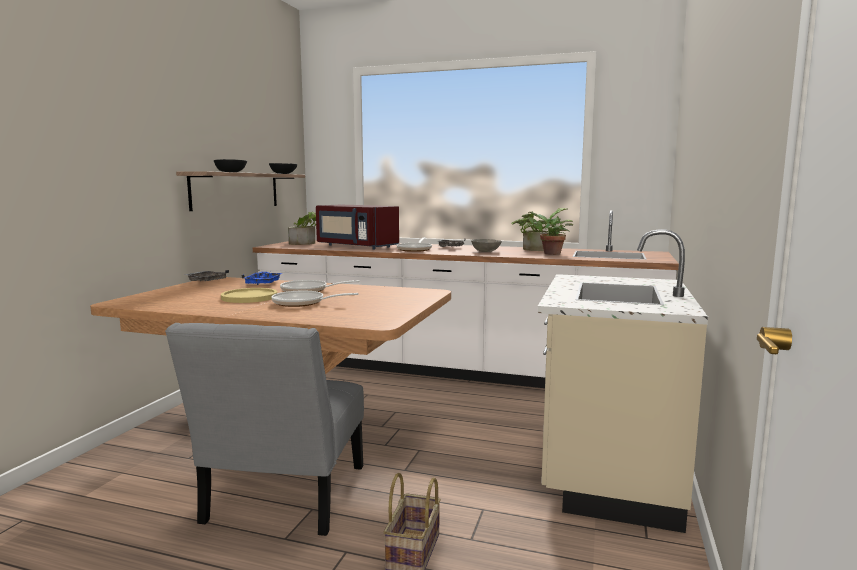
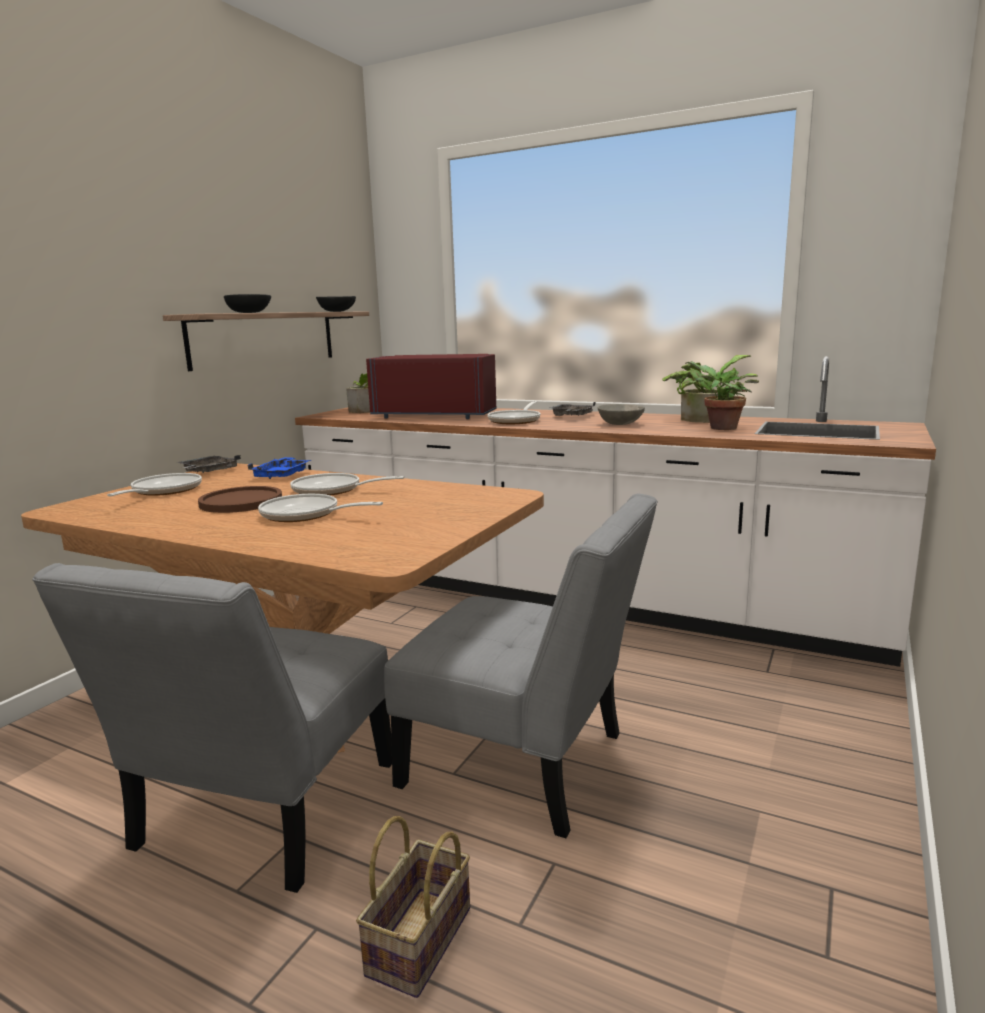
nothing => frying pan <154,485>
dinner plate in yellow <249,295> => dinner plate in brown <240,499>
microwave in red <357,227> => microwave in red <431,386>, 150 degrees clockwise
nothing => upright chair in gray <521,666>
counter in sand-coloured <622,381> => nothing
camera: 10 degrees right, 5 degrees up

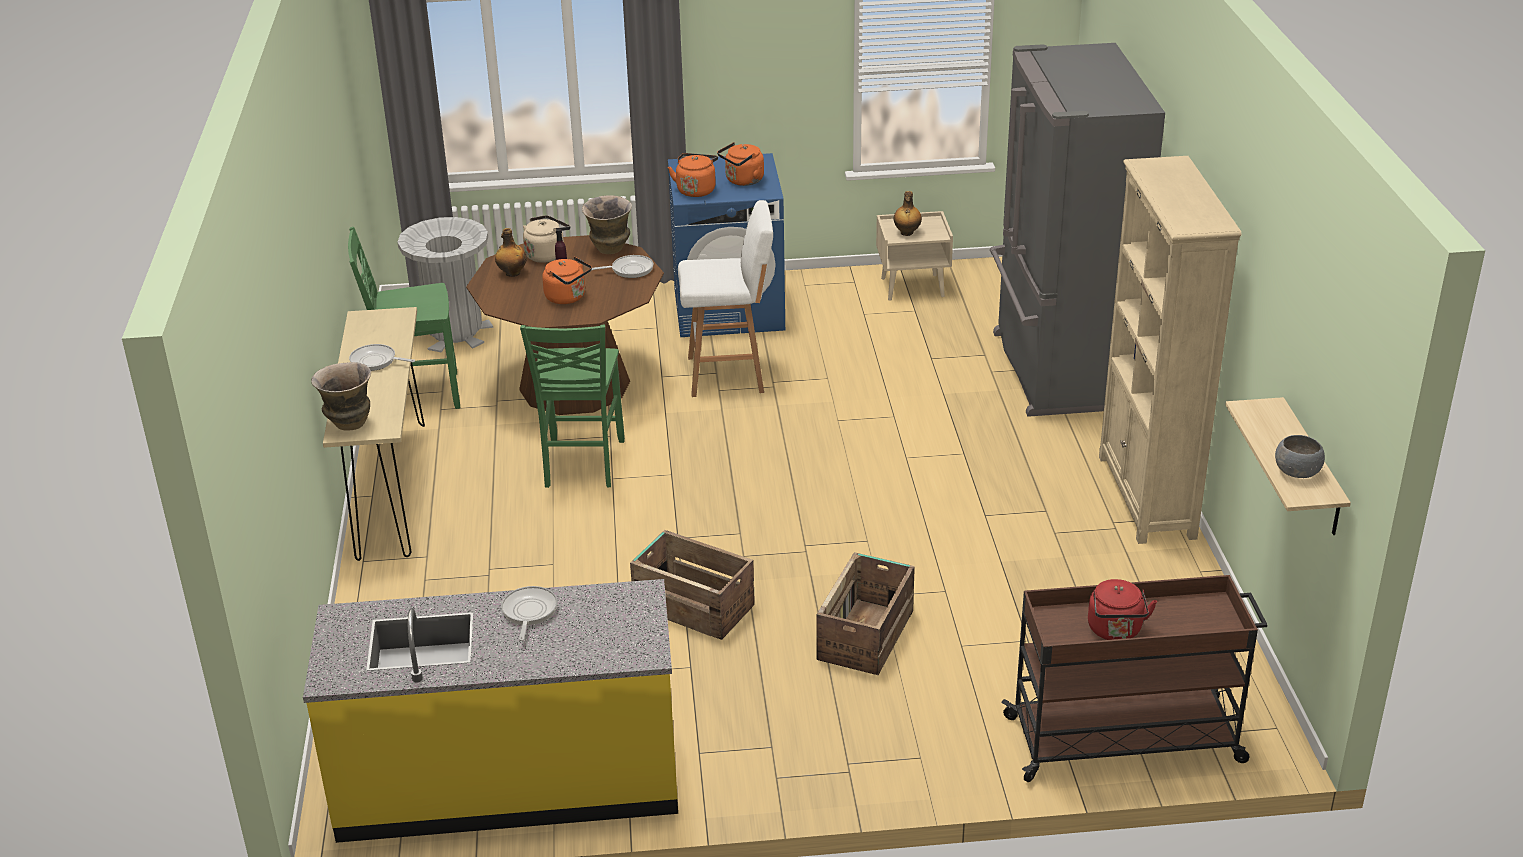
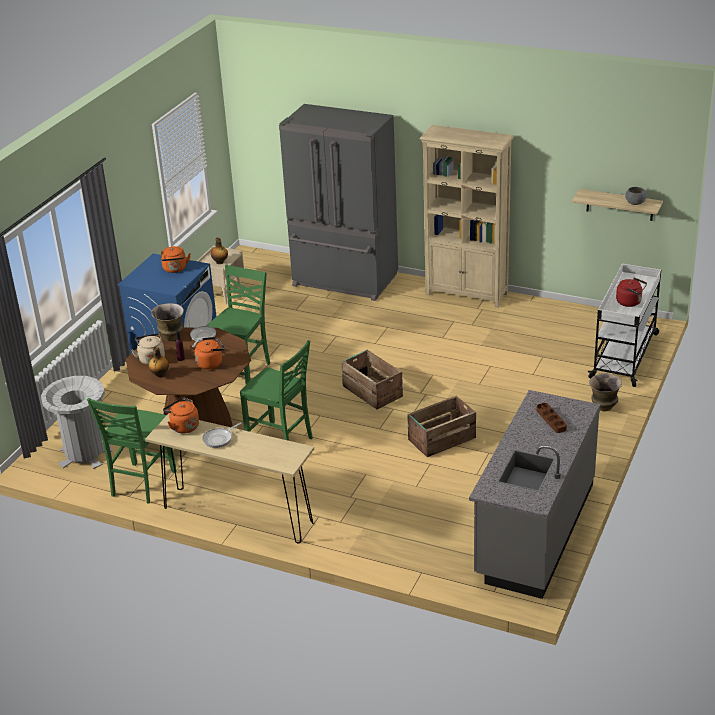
kettle in orange-coloured <693,175> => kettle in orange-coloured <181,415>, moved
stool seat in white-coloured <725,298> => upright chair in green-coloured <238,324>
crate <865,613> => crate <372,379>, moved
counter in yellow <490,711> => counter in gray <534,494>
nothing => serving tray in brown <552,418>
cart in brown <1134,678> => cart in white-coloured <624,325>
vase <341,396> => vase <605,392>, moved
frying pan <529,613> => nothing
camera: 60 degrees left, 0 degrees up

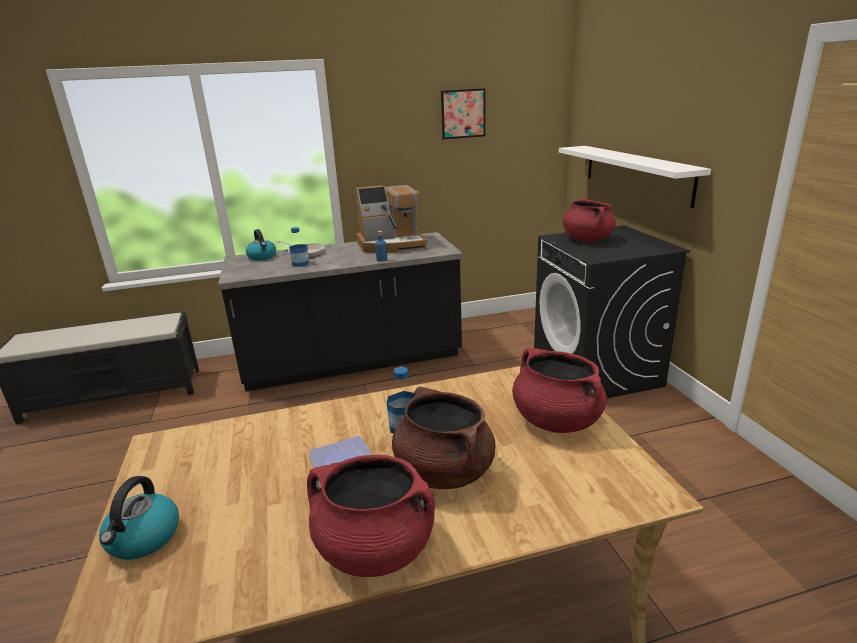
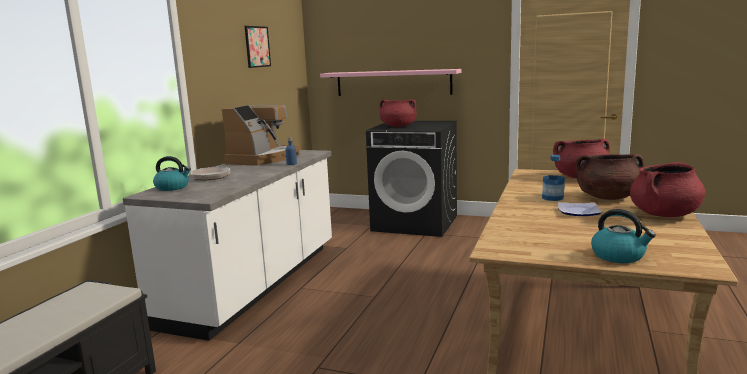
counter in black-coloured <340,311> => counter in white-coloured <227,245>
wall shelf in white-coloured <635,177> => wall shelf in pinkish <391,82>
bottle <299,247> => nothing
camera: 55 degrees left, 10 degrees down

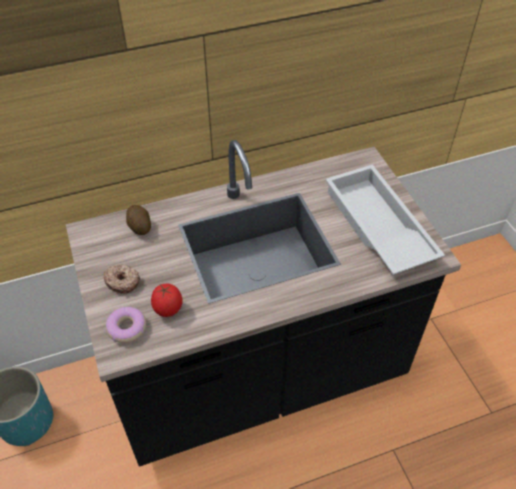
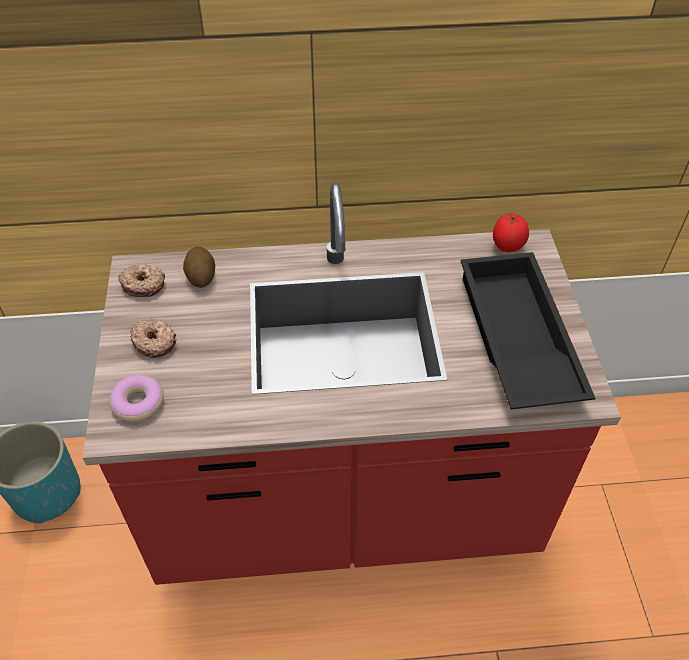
counter in black-coloured <263,303> => counter in red <352,384>
nothing => ring doughnut <141,281>
serving tray in white-coloured <385,220> => serving tray in black-coloured <528,331>
tomato <167,300> => tomato <511,232>, moved
camera: 15 degrees right, 0 degrees up

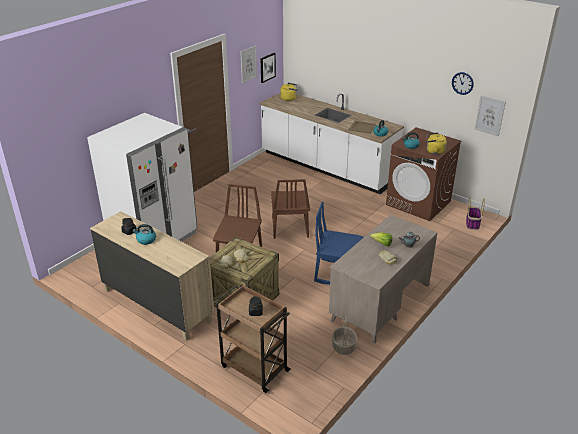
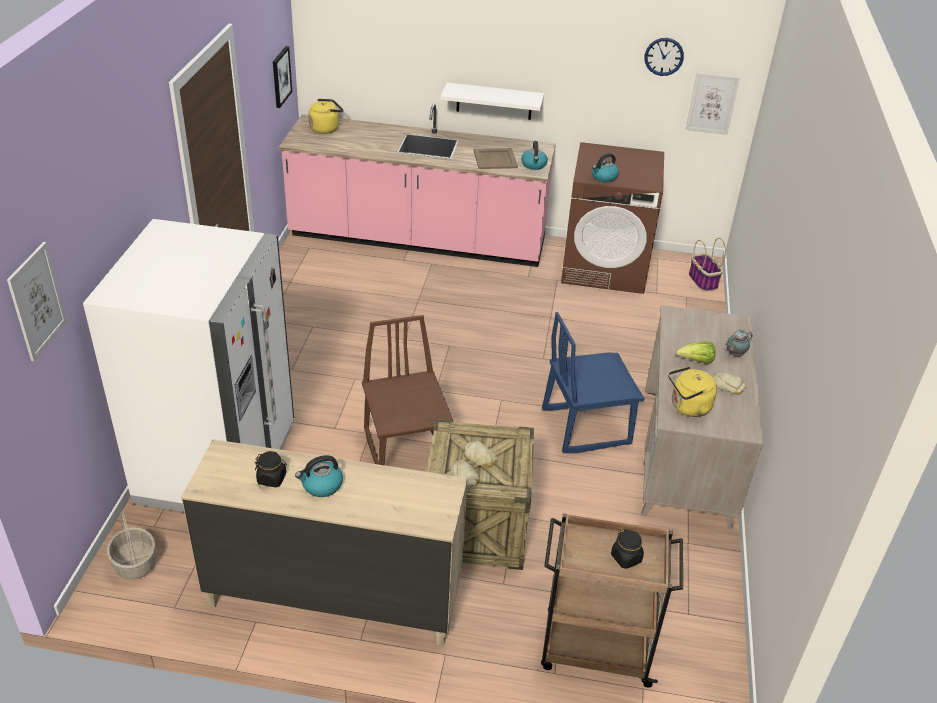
wall picture <249,64> => wall picture <37,301>, moved
basket <344,335> => basket <131,545>, moved
counter in white-coloured <331,143> => counter in pinkish <417,185>
nothing => wall shelf in white-coloured <492,101>
kettle in yellow <436,143> => kettle in yellow <692,391>, moved
upright chair in brown <290,209> => nothing
camera: 30 degrees left, 5 degrees up

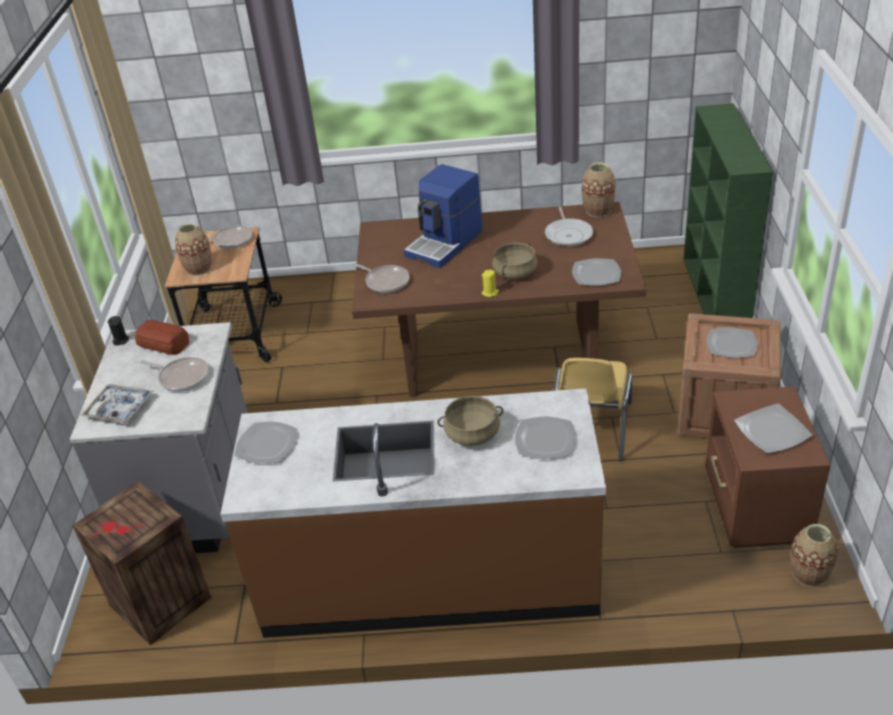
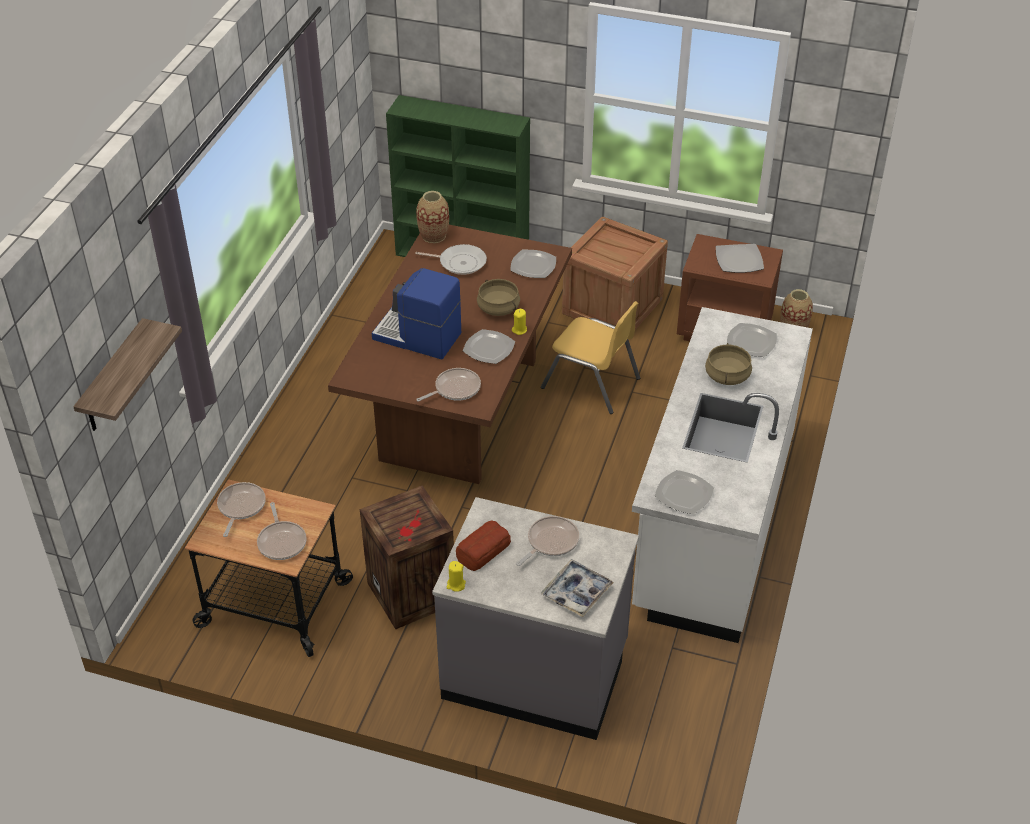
nothing => wall shelf <127,374>
vase <193,249> => frying pan <282,531>
crate <141,563> => crate <407,557>, moved
coffee maker <443,216> => coffee maker <416,314>, 150 degrees clockwise
wax candle in black-coloured <118,330> => wax candle in yellow <456,576>
dinner plate <732,342> => dinner plate <489,346>, moved
counter in brown <413,513> => counter in white-coloured <722,475>
camera: 75 degrees left, 5 degrees up

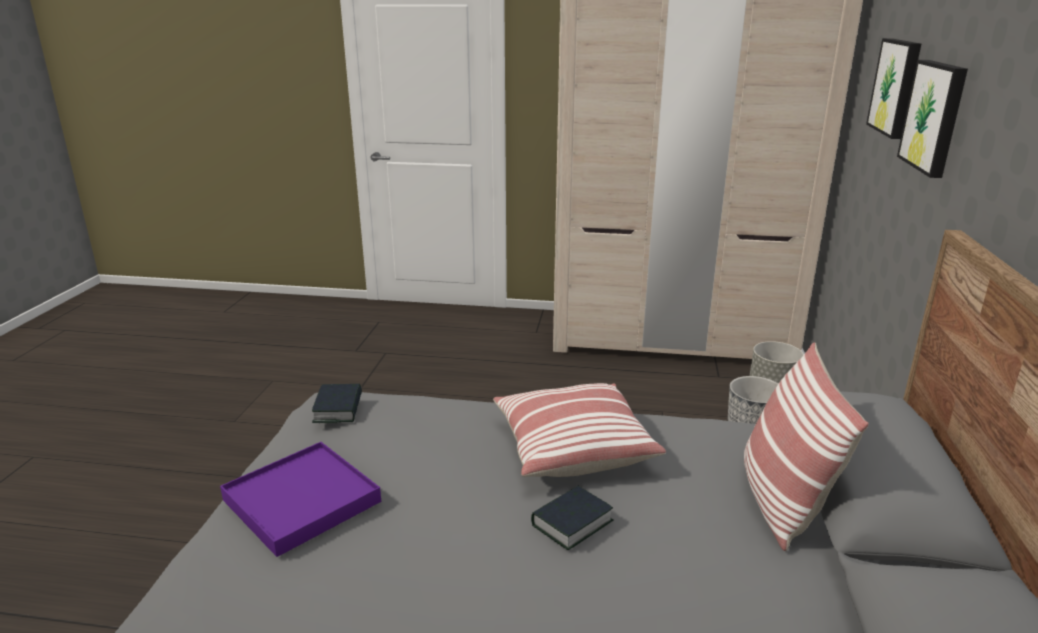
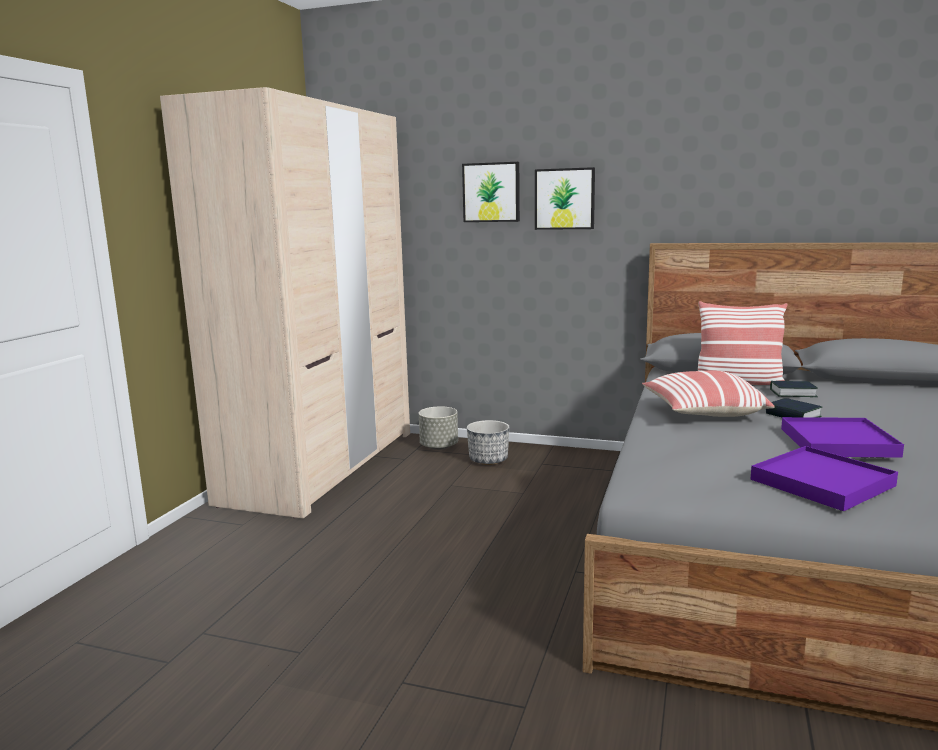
volume <337,403> => volume <794,389>, moved
nothing => serving tray in purple <842,437>
camera: 80 degrees left, 10 degrees down

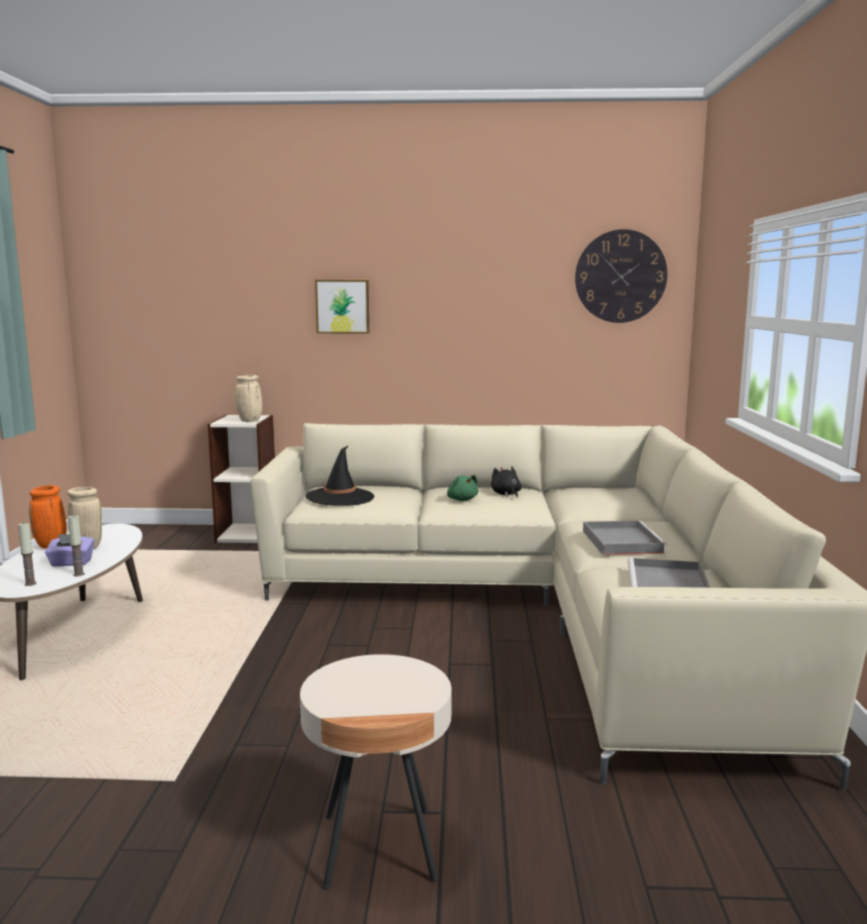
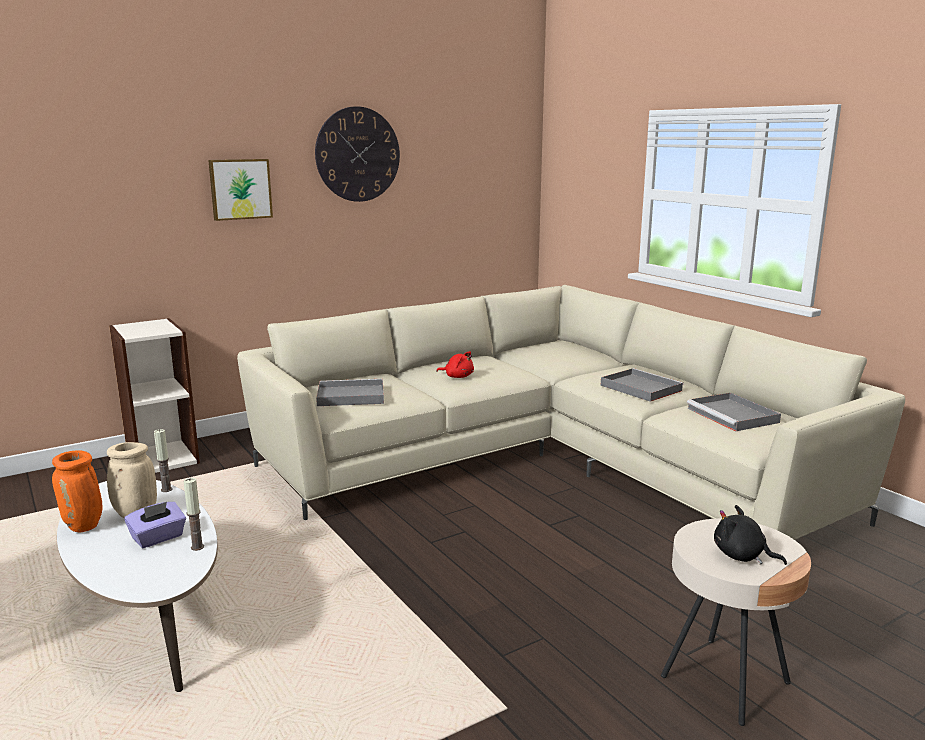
wax candle <27,554> => wax candle <163,460>, moved
hanging clock <621,276> => hanging clock <357,154>, moved
wearable hat in black-coloured <340,475> => serving tray in gray <350,392>
plush toy in green-coloured <462,488> => plush toy in red <455,364>
plush toy in black-coloured <506,482> => plush toy in black-coloured <750,535>, moved
vase in sand-coloured <248,398> => nothing
camera: 35 degrees left, 5 degrees up

